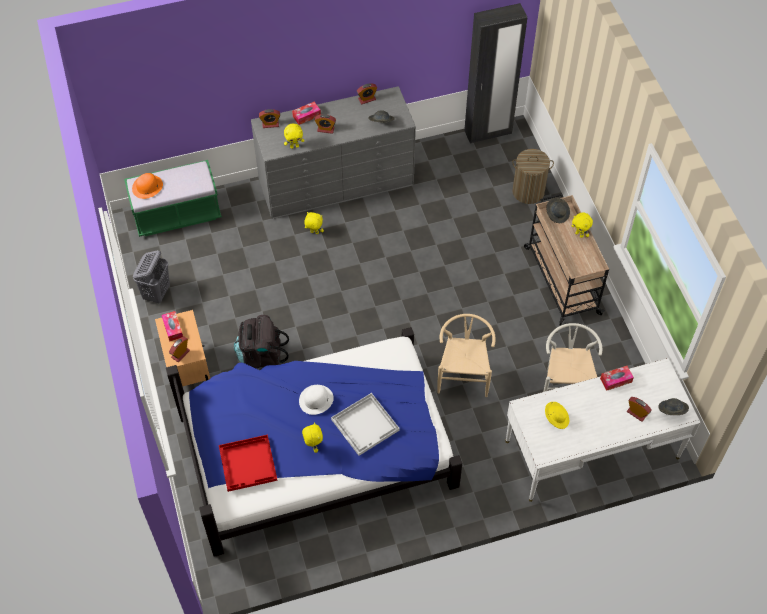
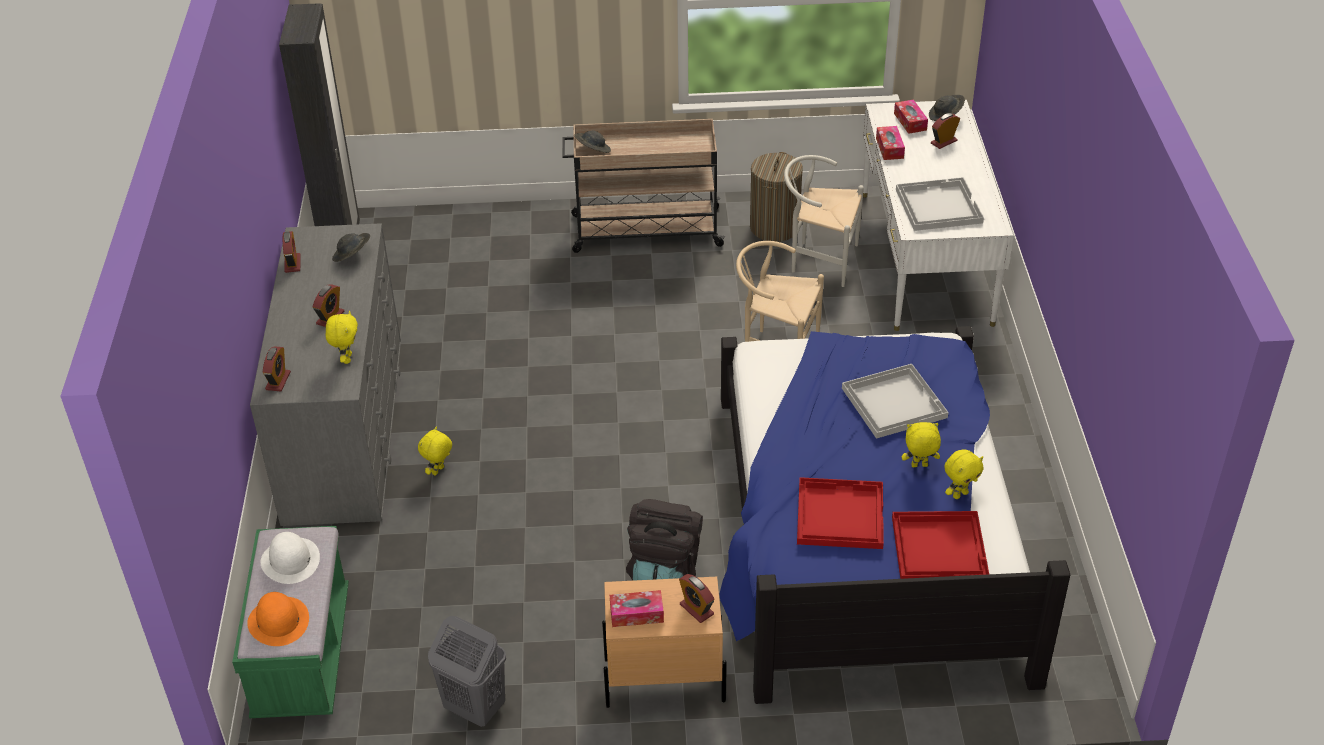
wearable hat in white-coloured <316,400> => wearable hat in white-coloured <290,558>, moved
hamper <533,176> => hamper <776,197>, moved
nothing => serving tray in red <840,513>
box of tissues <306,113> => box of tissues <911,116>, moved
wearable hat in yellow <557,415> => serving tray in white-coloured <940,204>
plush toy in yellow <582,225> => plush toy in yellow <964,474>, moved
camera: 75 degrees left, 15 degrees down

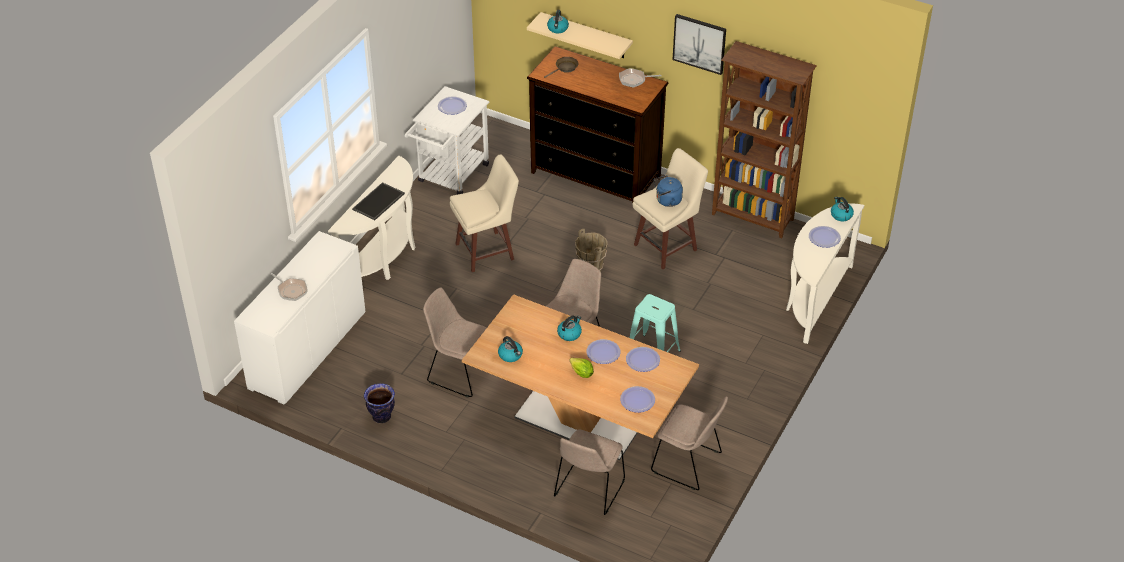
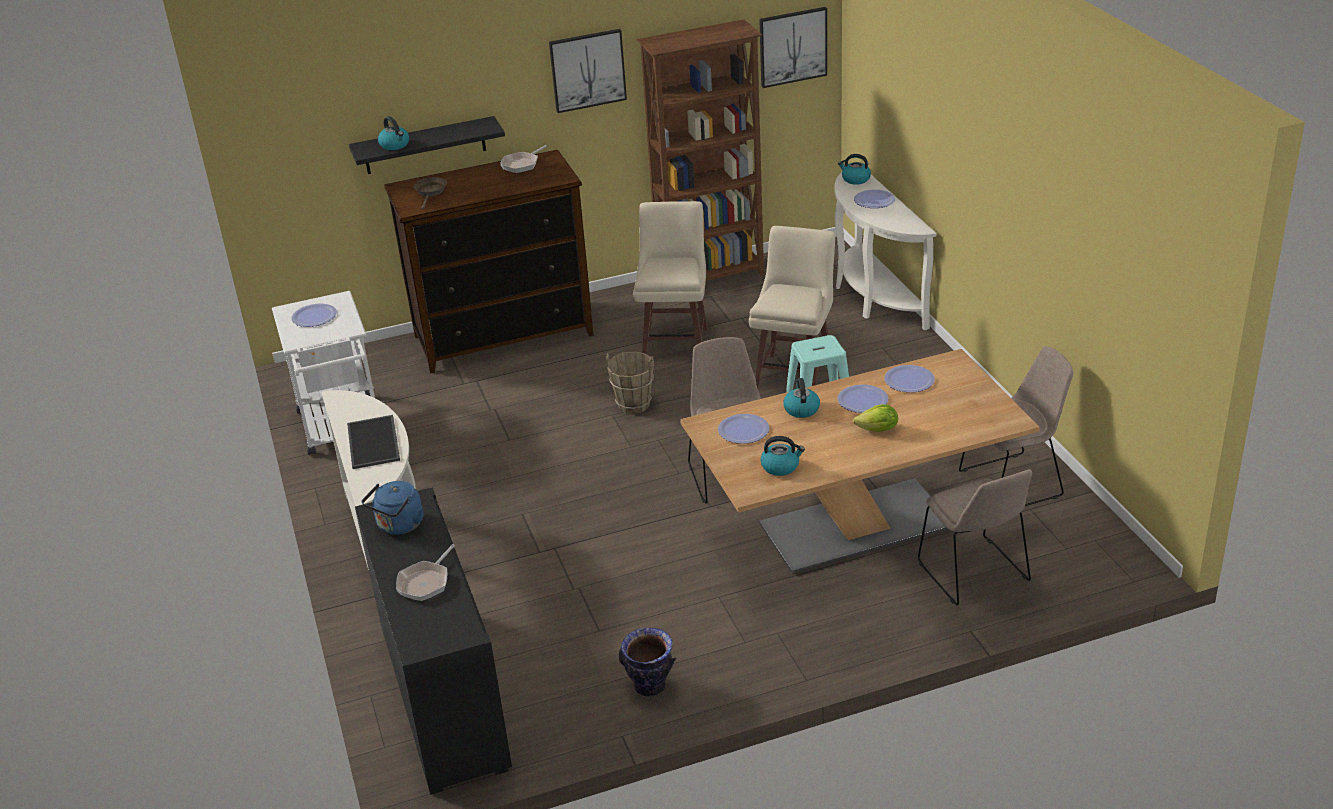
wall shelf in sand-coloured <580,35> => wall shelf in black-coloured <427,145>
cabinet in white-coloured <300,317> => cabinet in black-coloured <433,641>
kettle in blue-coloured <668,191> => kettle in blue-coloured <393,508>, moved
frying pan <289,287> => frying pan <425,572>, 120 degrees clockwise
dinner plate <637,399> => dinner plate <743,429>, moved
stool seat in sand-coloured <484,213> => stool seat in sand-coloured <792,307>, moved
nothing => wall picture <793,47>
upright chair in sand-coloured <454,342> => nothing
camera: 45 degrees left, 10 degrees down

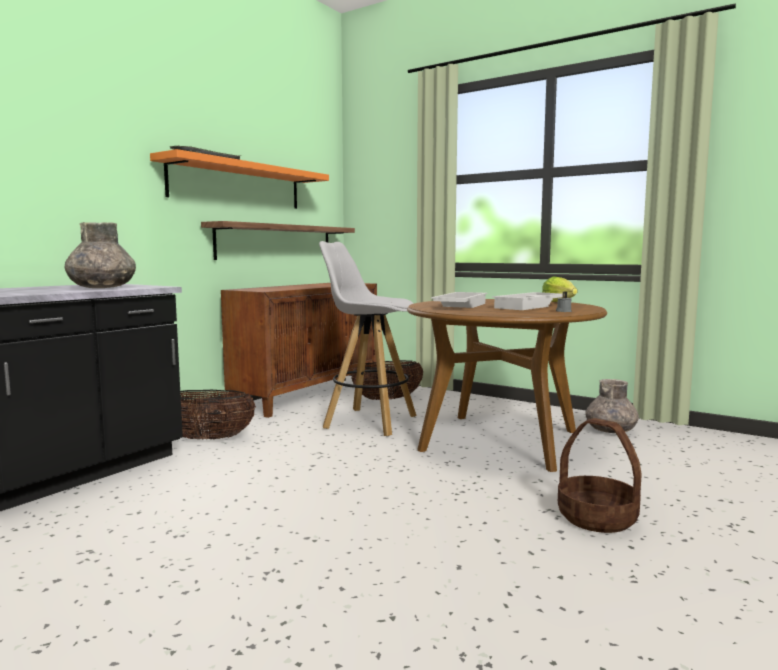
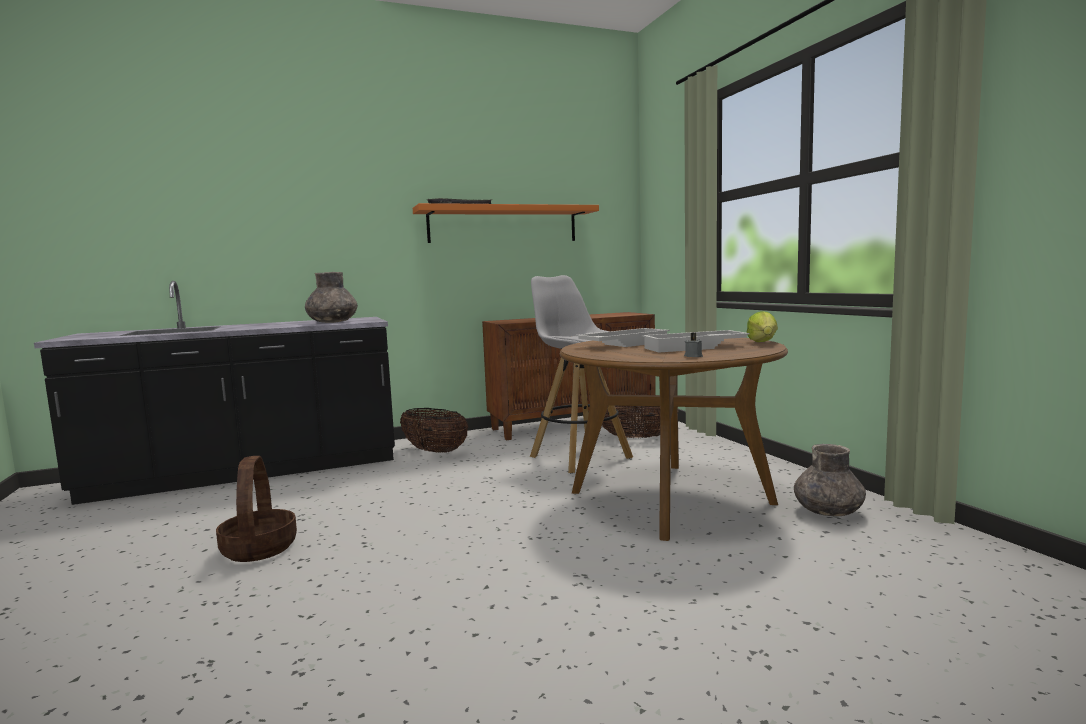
basket <600,475> => basket <256,509>, moved
wall shelf <278,240> => nothing
camera: 35 degrees right, 0 degrees up

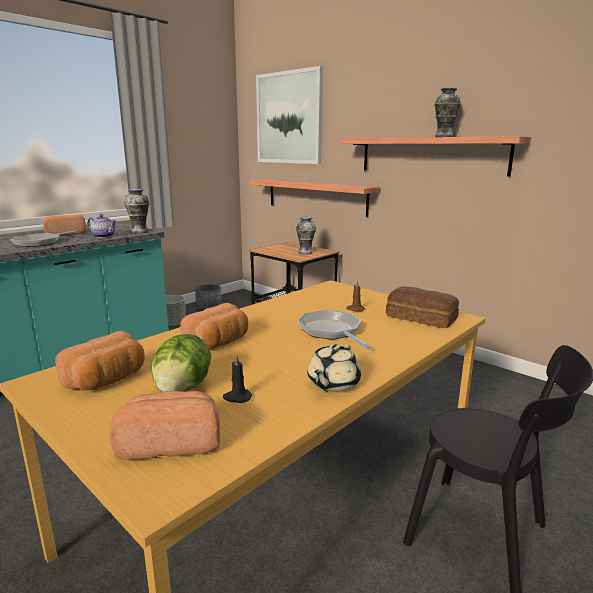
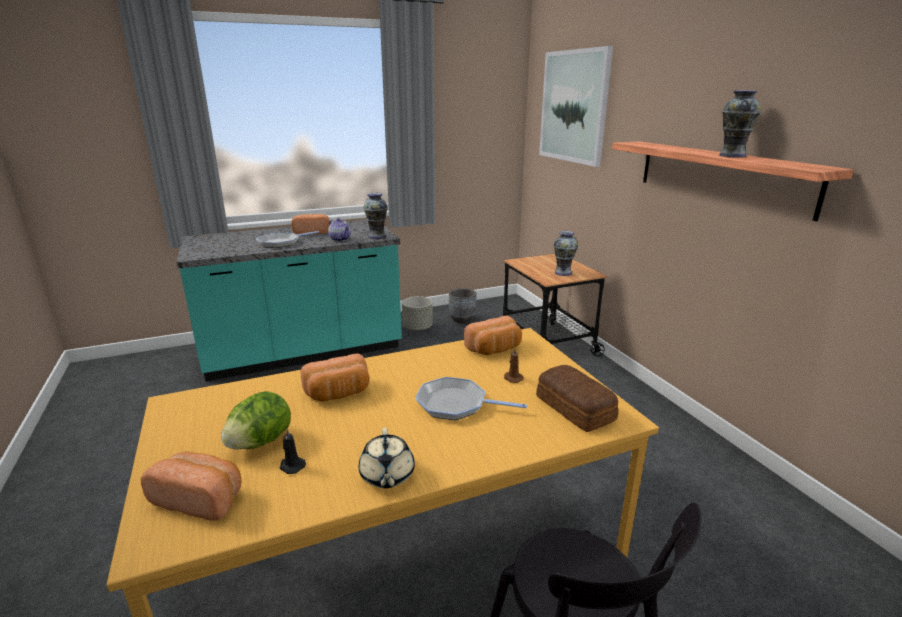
pot for tea in sand-coloured <334,368> => pot for tea in sand-coloured <387,458>, 60 degrees counterclockwise
frying pan <334,329> => frying pan <471,398>, 75 degrees counterclockwise
bakery bread <100,360> => bakery bread <493,335>, moved
wall shelf <314,198> => nothing
camera: 25 degrees right, 5 degrees up

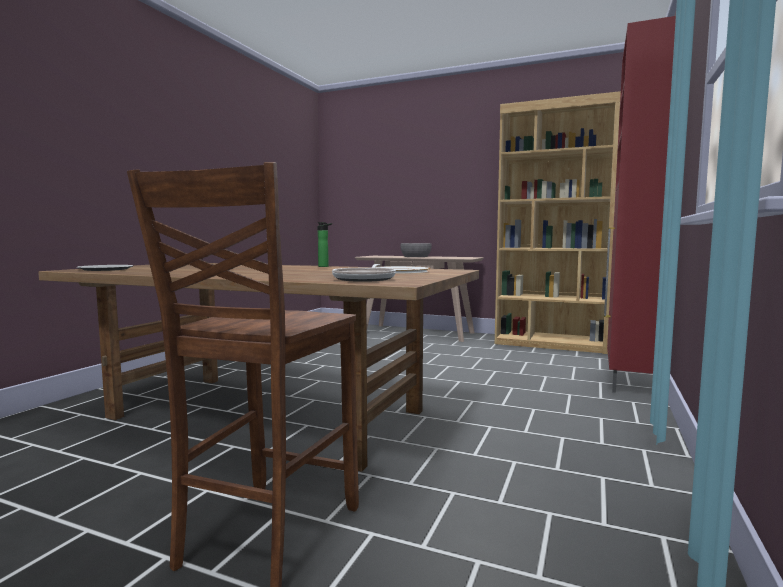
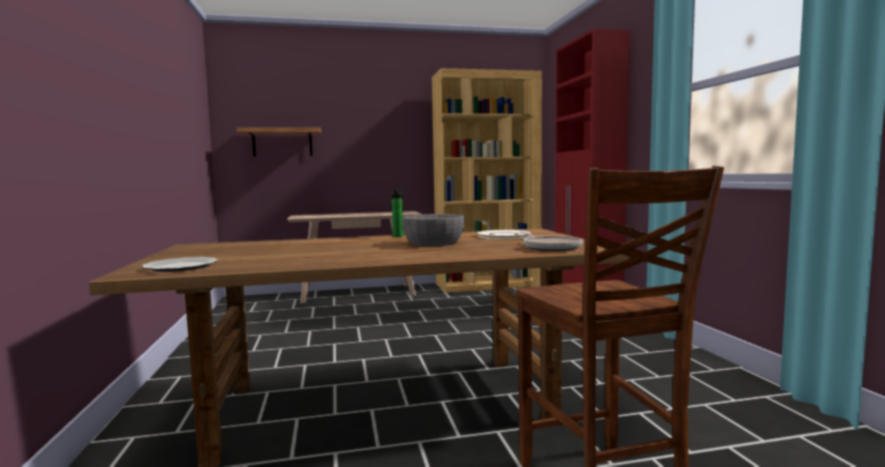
nothing => wall shelf <279,142>
bowl in gray <416,250> => bowl in gray <433,230>, moved
camera: 35 degrees left, 0 degrees up

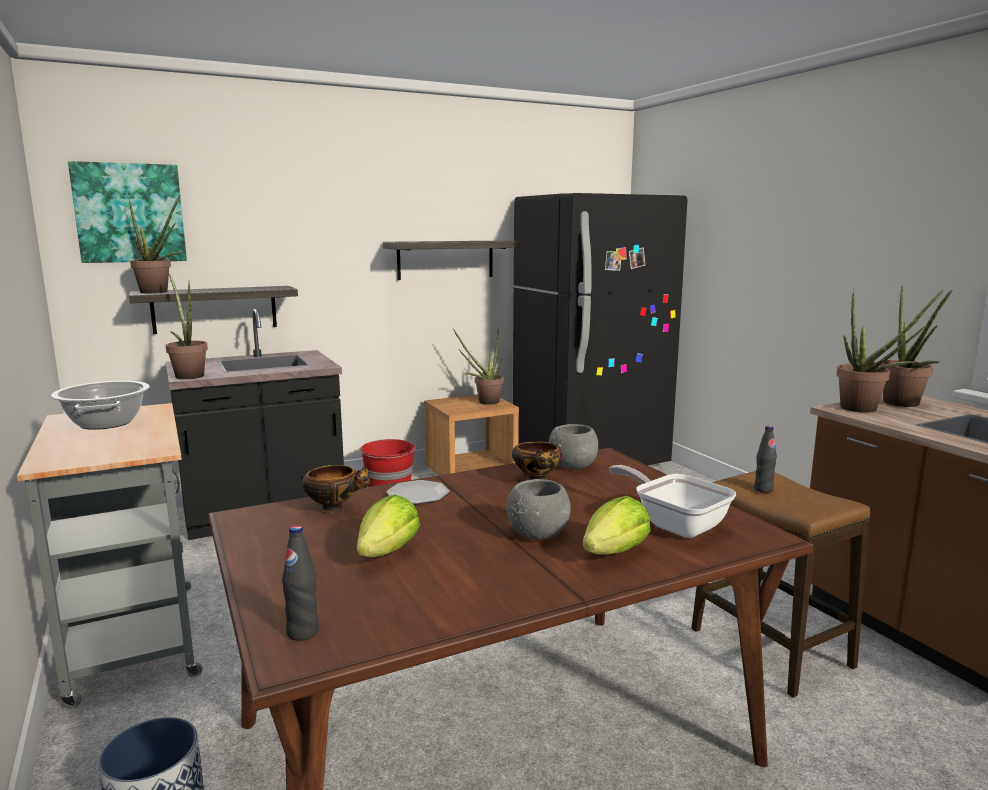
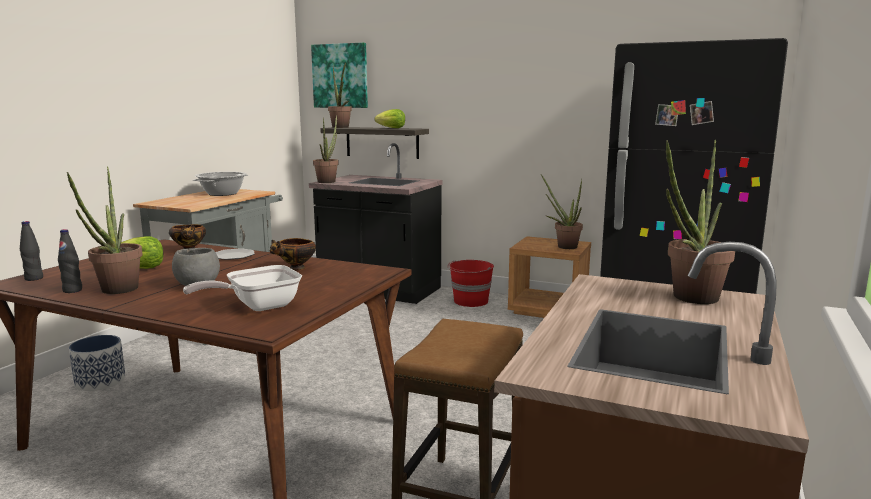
bottle in black-coloured <765,459> => bottle in black-coloured <70,261>, moved
potted plant <889,351> => potted plant <105,230>, moved
frying pan <672,501> => frying pan <242,288>, 135 degrees counterclockwise
lettuce <616,525> => lettuce <390,118>, moved
wall shelf <452,260> => nothing
bowl in gray <573,447> => nothing
camera: 50 degrees right, 0 degrees up

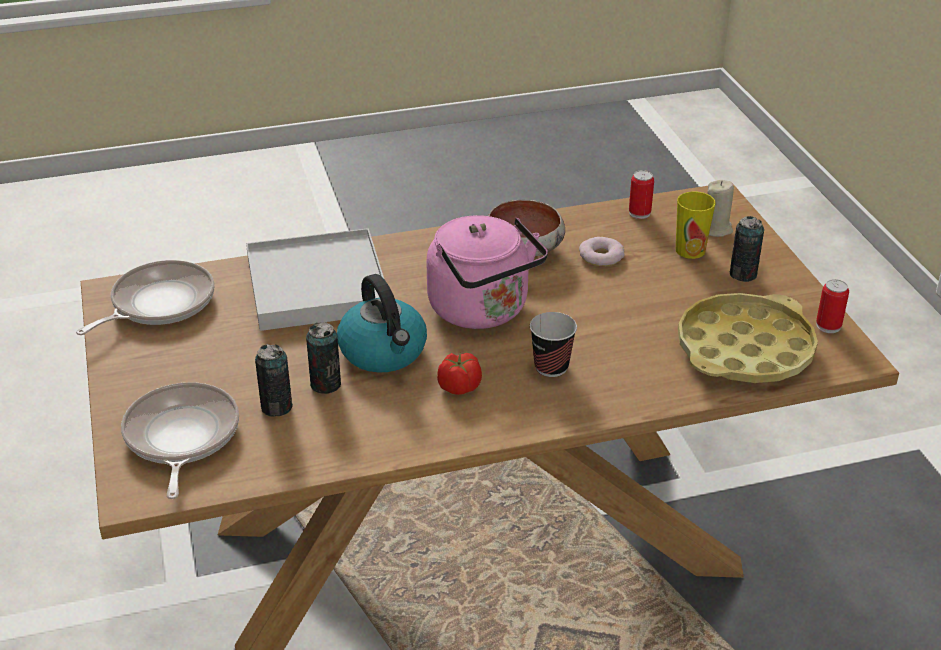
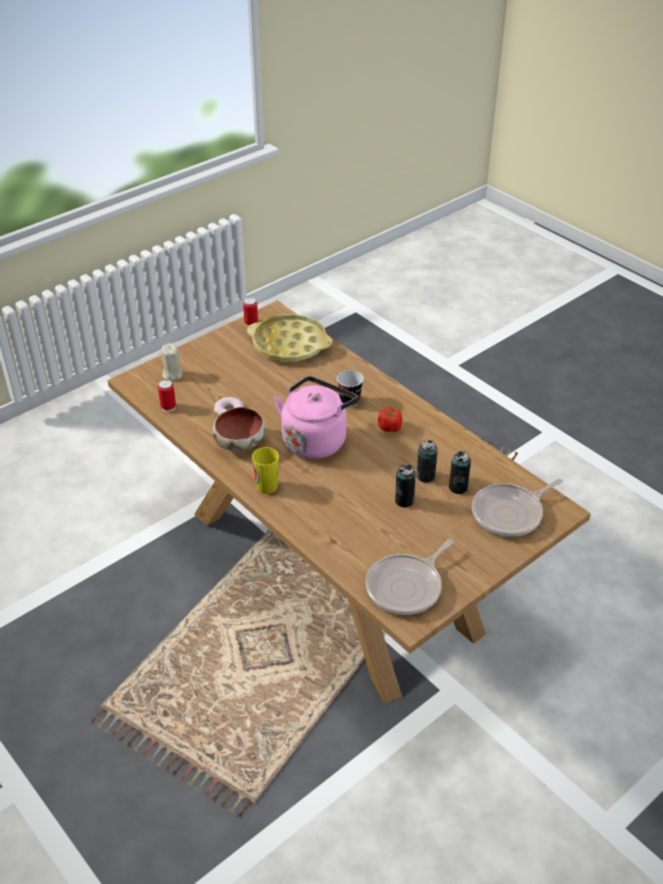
cup <696,225> => cup <265,470>, moved
frying pan <145,297> => frying pan <410,577>, 60 degrees counterclockwise
metal can <747,249> => metal can <405,486>, moved
serving tray in white-coloured <315,279> => nothing
kettle <382,323> => nothing
camera: 115 degrees left, 5 degrees up

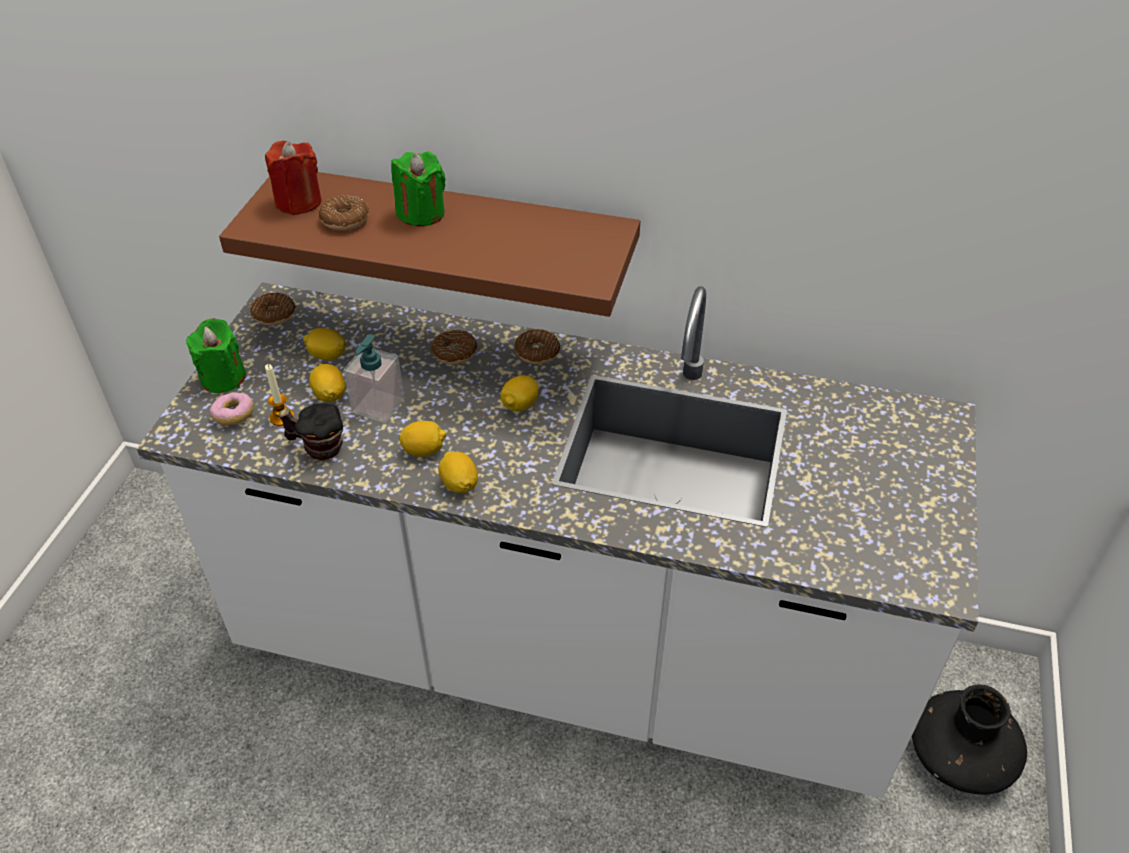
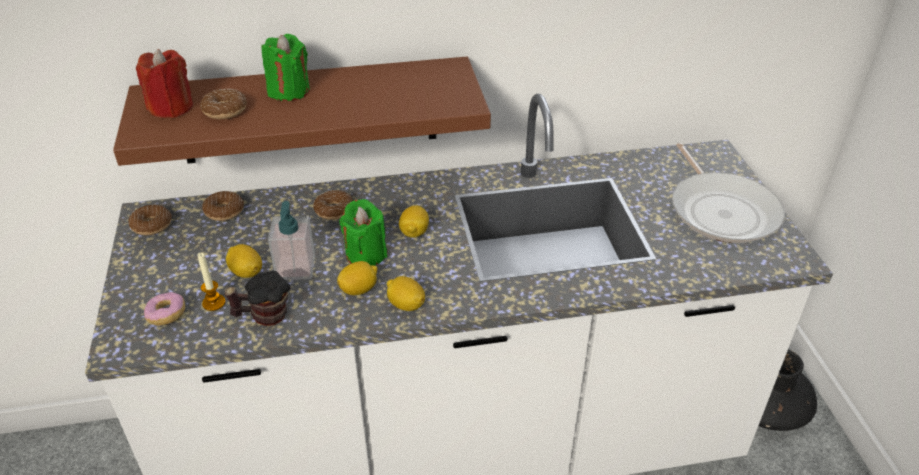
ring doughnut <537,346> => ring doughnut <223,206>, moved
wax candle in green-coloured <216,355> => wax candle in green-coloured <363,232>, moved
nothing => frying pan <728,193>
lemon <324,344> => nothing
camera: 25 degrees left, 5 degrees down

